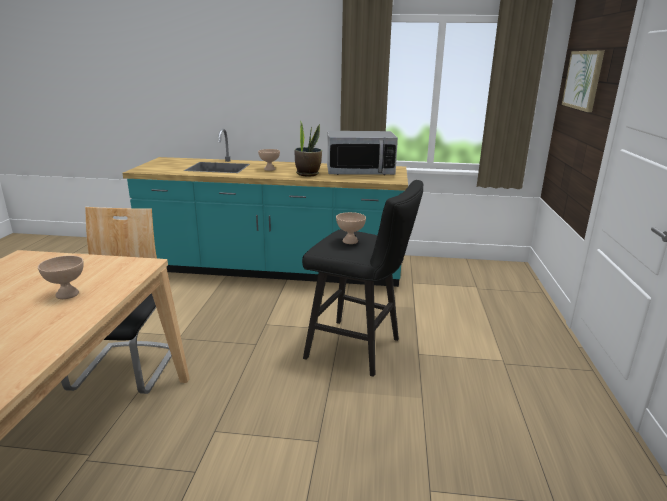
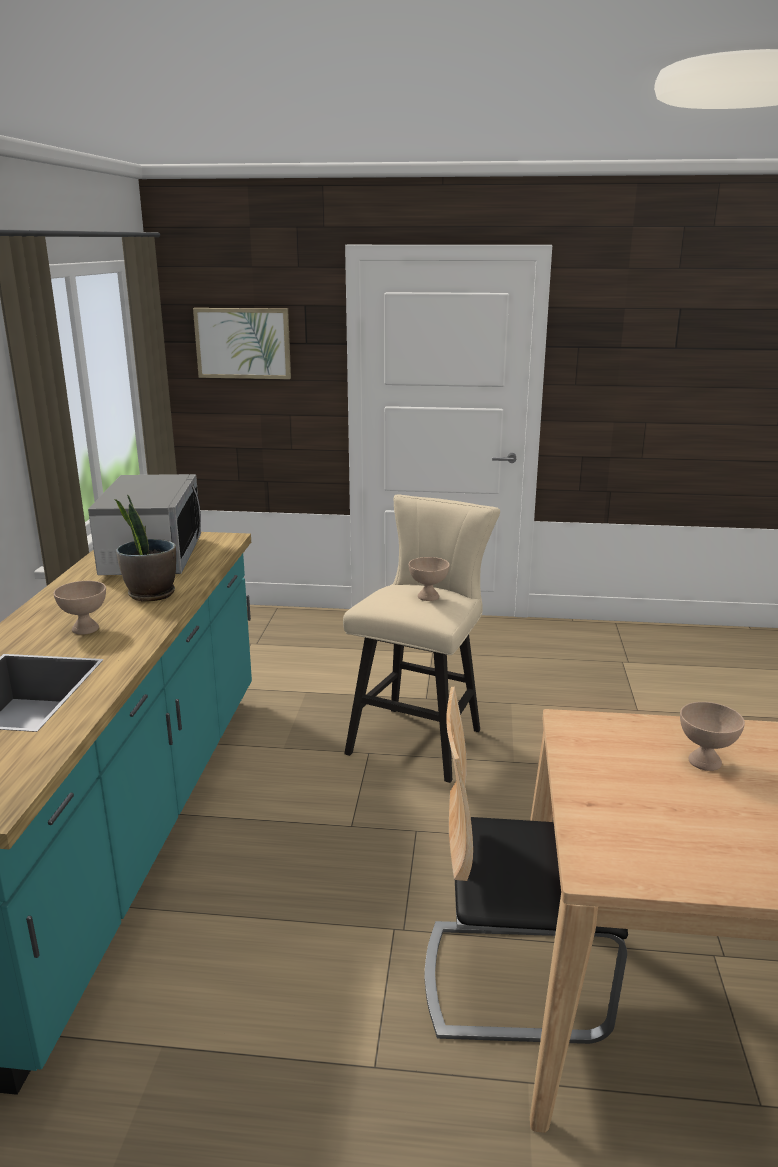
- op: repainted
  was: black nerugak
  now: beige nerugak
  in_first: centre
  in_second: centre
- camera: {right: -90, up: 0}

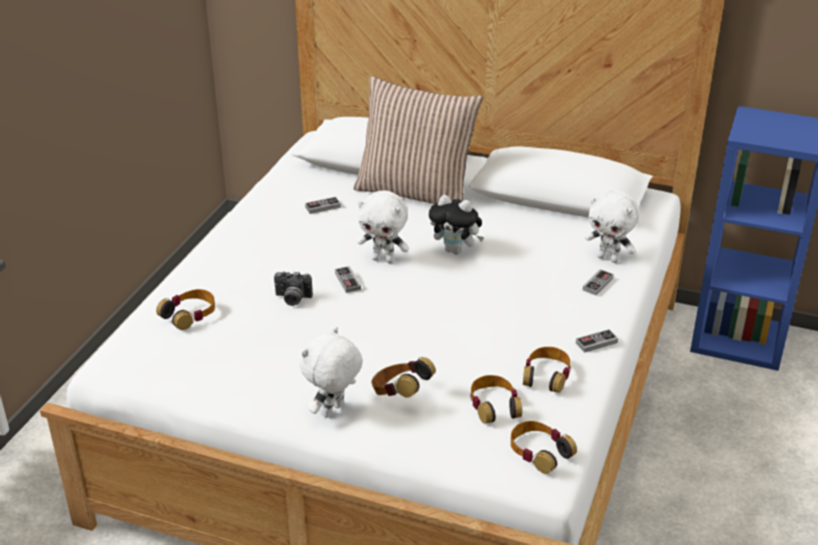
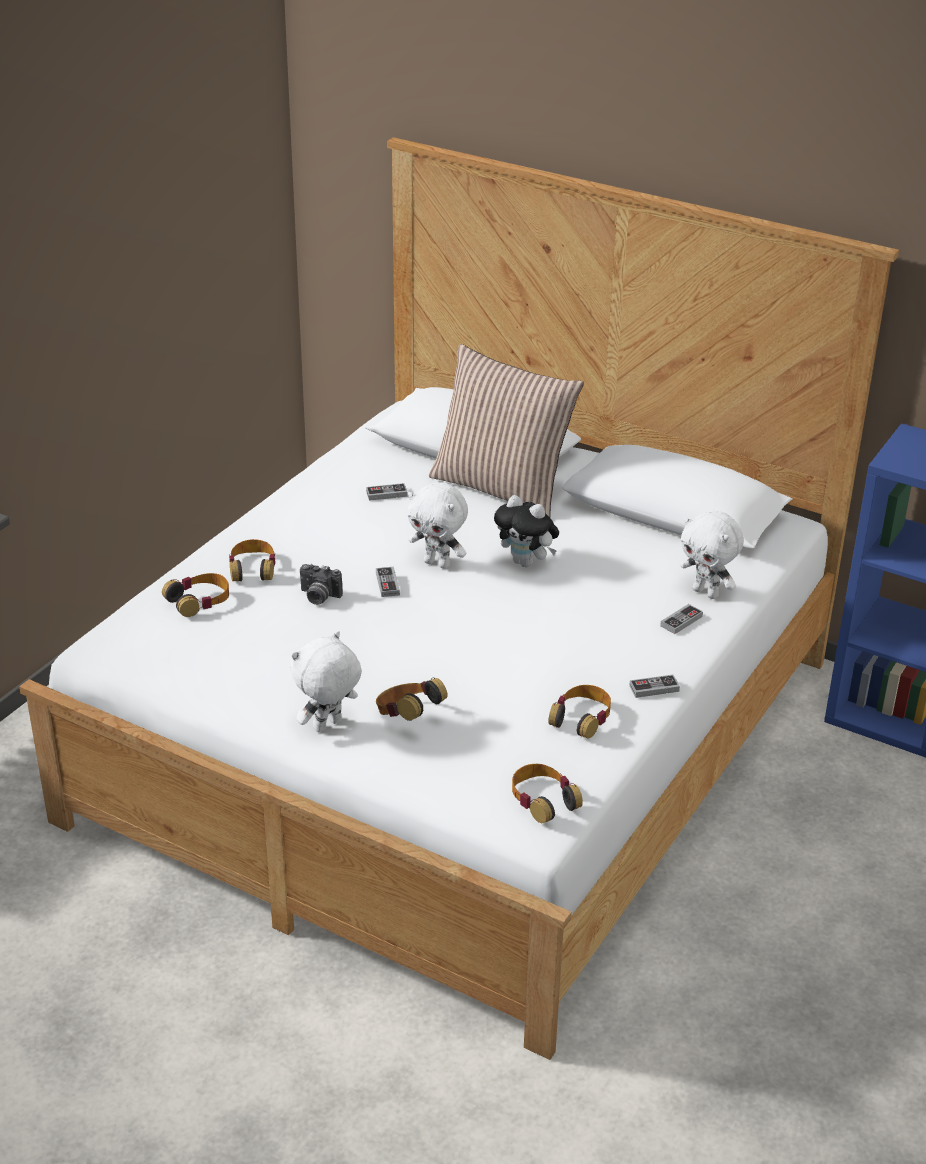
- op: shifted
  was: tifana (no. 3 from left in the first image)
  now: tifana (no. 2 from left)
  in_first: bottom centre
  in_second: middle left
- camera: {right: 10, up: 0}

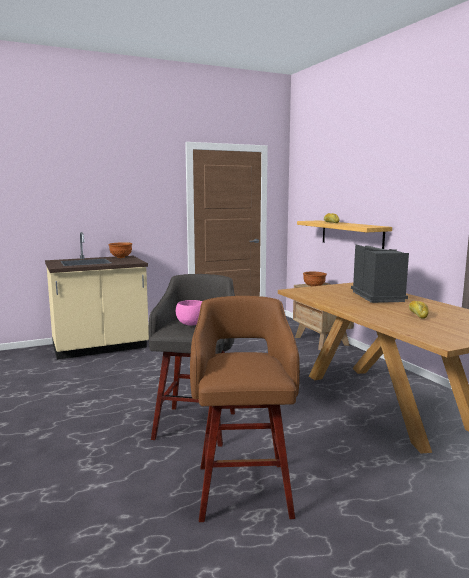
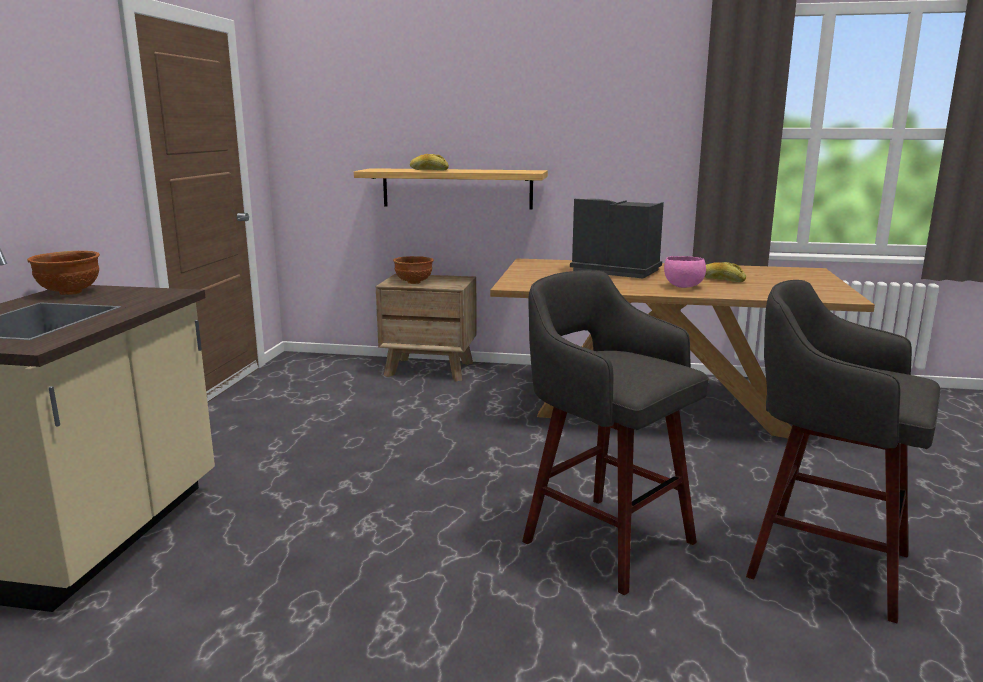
- op: shifted
  was: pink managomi
  in_first: centre
  in_second: middle right
- op: repainted
  was: brown nerugak
  now: grey nerugak (no. 2 from left)
  in_first: bottom centre
  in_second: middle right
- camera: {right: -55, up: 5}

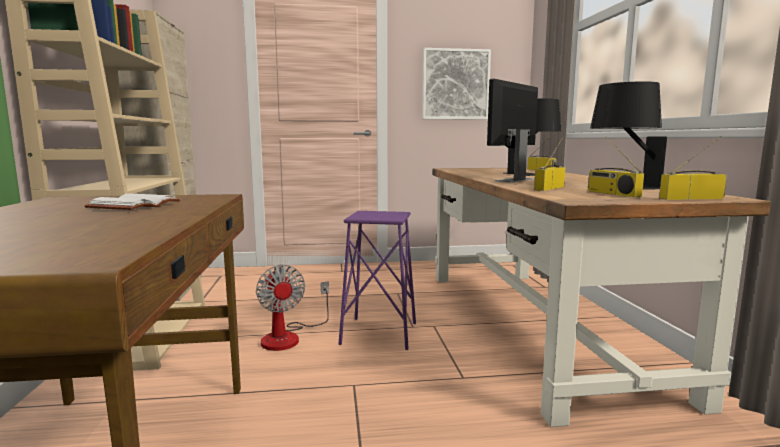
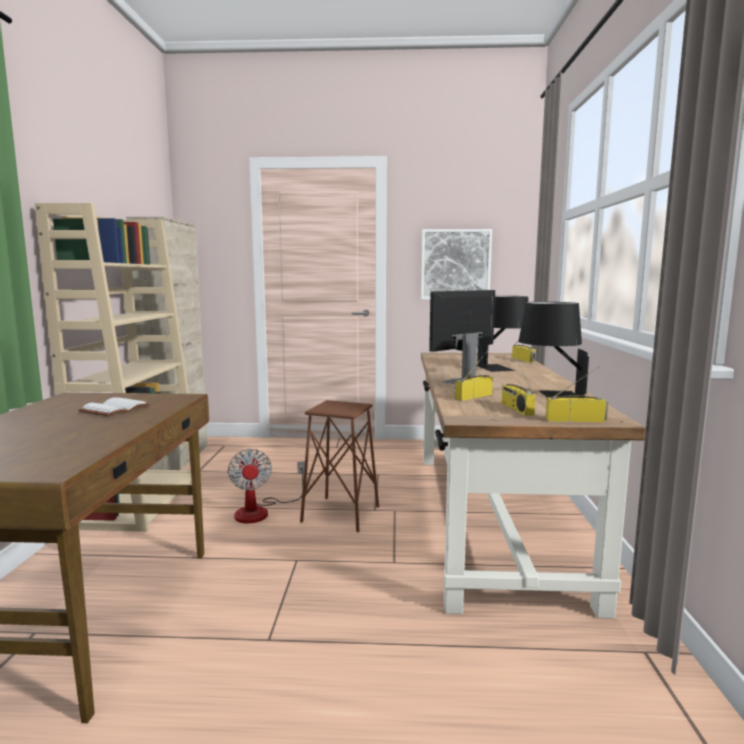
- op: repainted
  was: purple nerugak
  now: brown nerugak
  in_first: centre
  in_second: centre
- camera: {right: 10, up: 0}

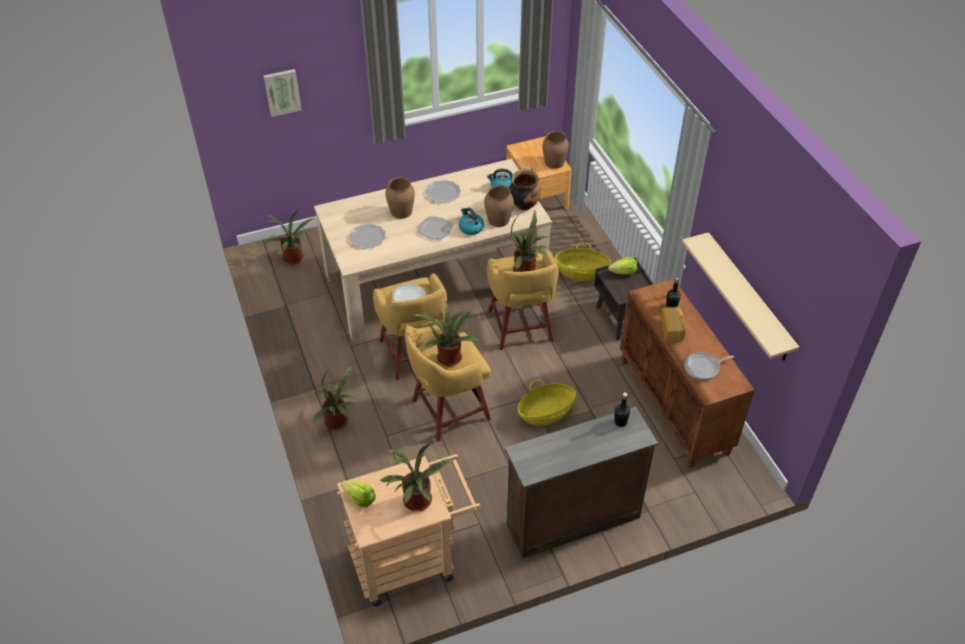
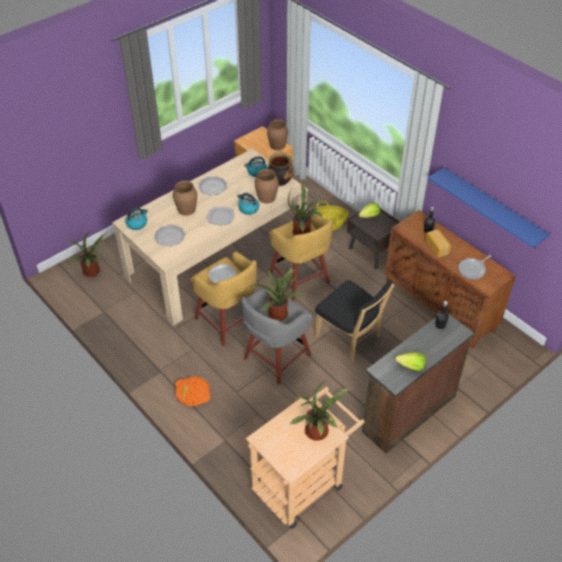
- op: gone
  was: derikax
  in_first: top left
- op: swapped
  was: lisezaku (no. 2 from left)
  now: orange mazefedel
  in_first: centre
  in_second: bottom centre
- op: shifted
  was: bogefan (no. 1 from left in the first image)
  now: bogefan (no. 2 from left)
  in_first: bottom centre
  in_second: middle right
- op: repainted
  was: yellow nerugak (no. 2 from left)
  now: grey nerugak
  in_first: centre
  in_second: centre
- op: swapped
  was: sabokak (no. 1 from left)
  now: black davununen
  in_first: centre
  in_second: centre
- op: repainted
  was: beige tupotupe
  now: blue tupotupe
  in_first: middle right
  in_second: middle right
- op: new
  now: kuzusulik (no. 1 from left)
  in_second: middle left
- camera: {right: -20, up: 0}

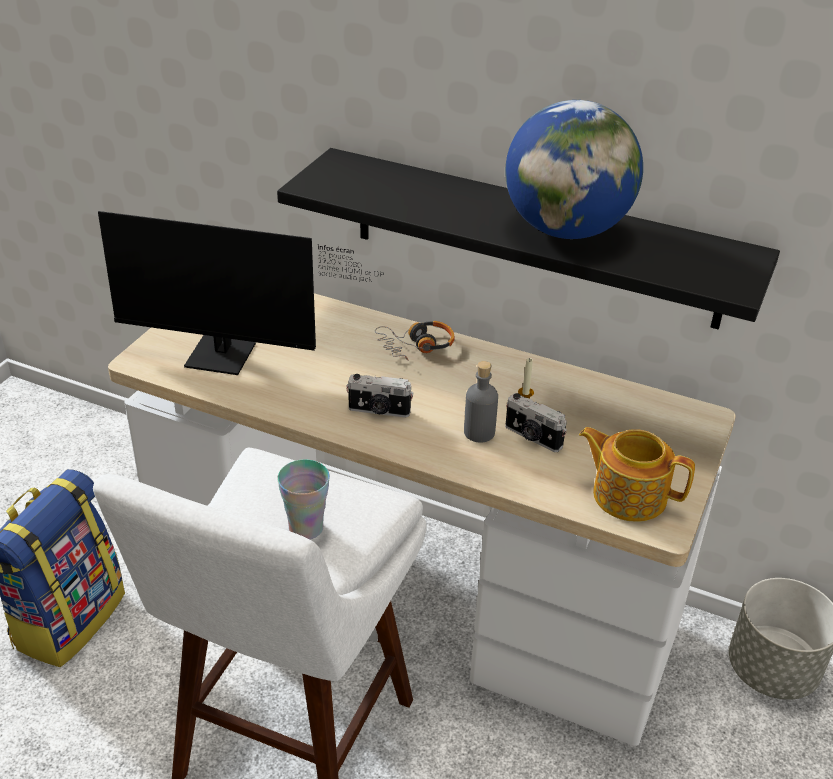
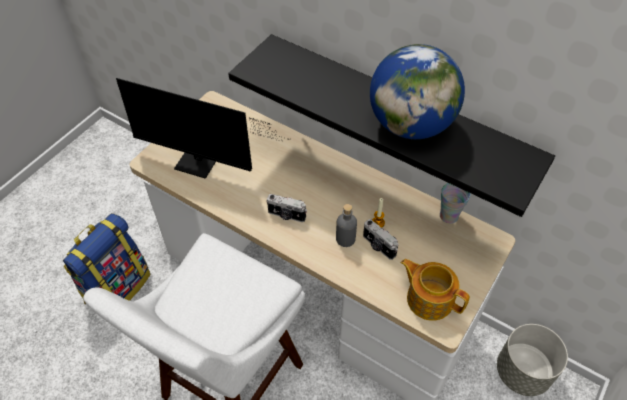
- op: shifted
  was: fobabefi
  in_first: centre
  in_second: middle right
- op: gone
  was: tifana
  in_first: centre
- camera: {right: 10, up: 15}

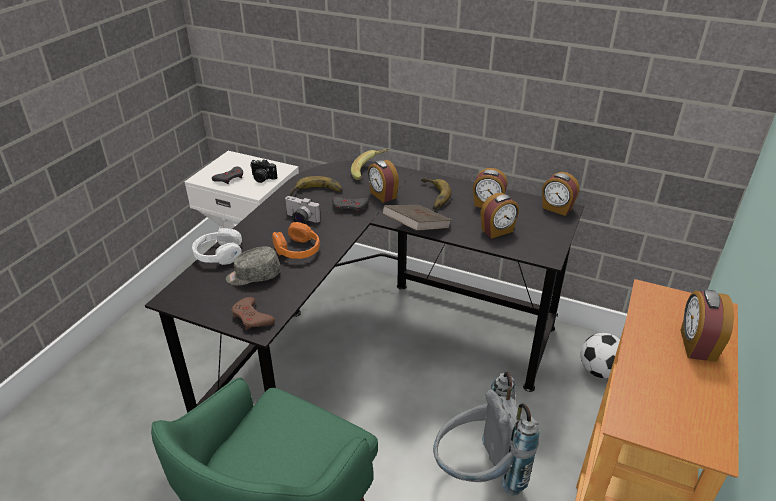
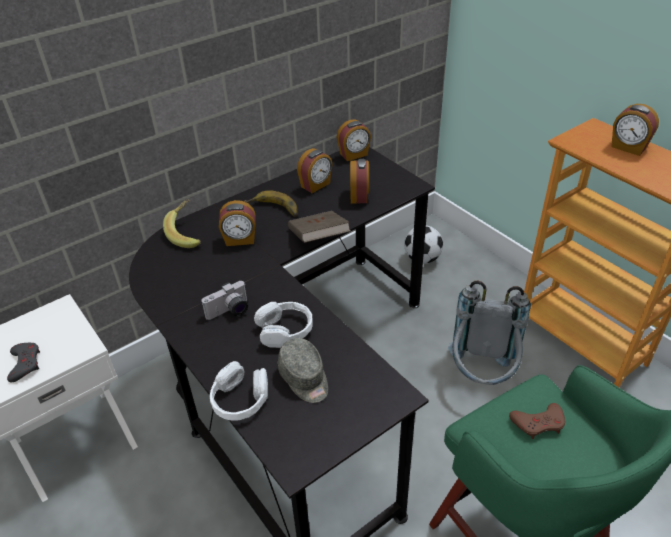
- op: rotated
  was: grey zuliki
  in_first: middle left
  in_second: bottom centre
  clockwise: -45
- op: shifted
  was: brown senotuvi
  in_first: middle left
  in_second: bottom right
- op: gone
  was: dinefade (no. 1 from left)
  in_first: centre
- op: repainted
  was: orange tifana
  now: white tifana (no. 2 from left)
  in_first: centre
  in_second: centre
- op: gone
  was: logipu (no. 1 from left)
  in_first: centre
- op: gone
  was: grey senotuvi (no. 2 from left)
  in_first: centre
- camera: {right: -60, up: 5}

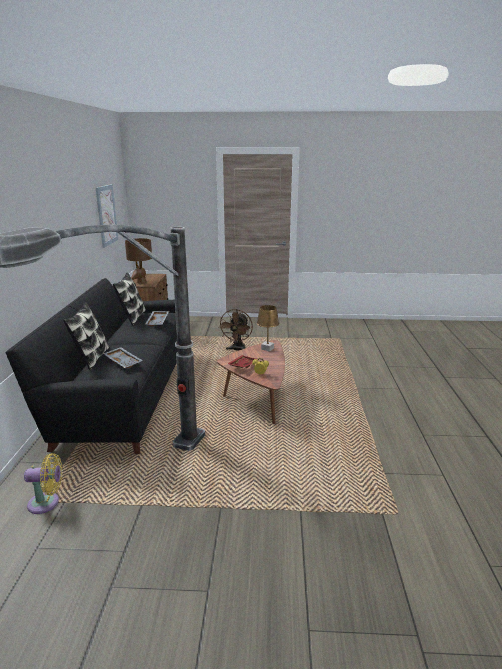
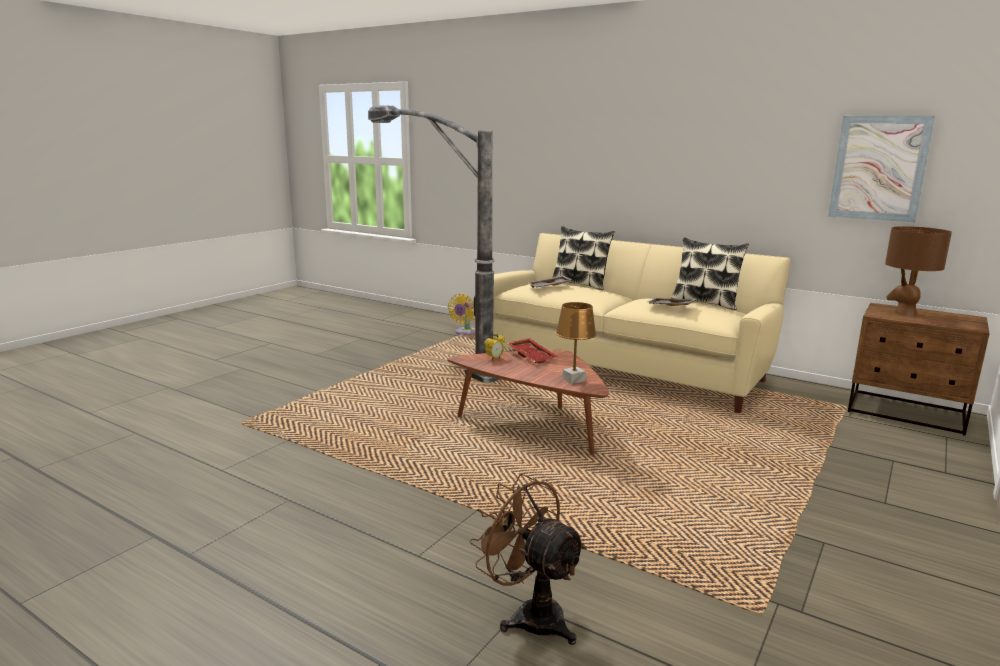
- op: repainted
  was: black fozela
  now: beige fozela
  in_first: middle left
  in_second: centre
- op: shifted
  was: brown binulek
  in_first: centre
  in_second: bottom centre
- camera: {right: 120, up: -5}

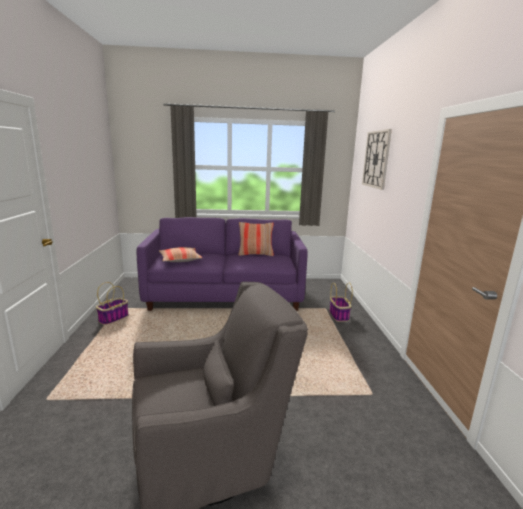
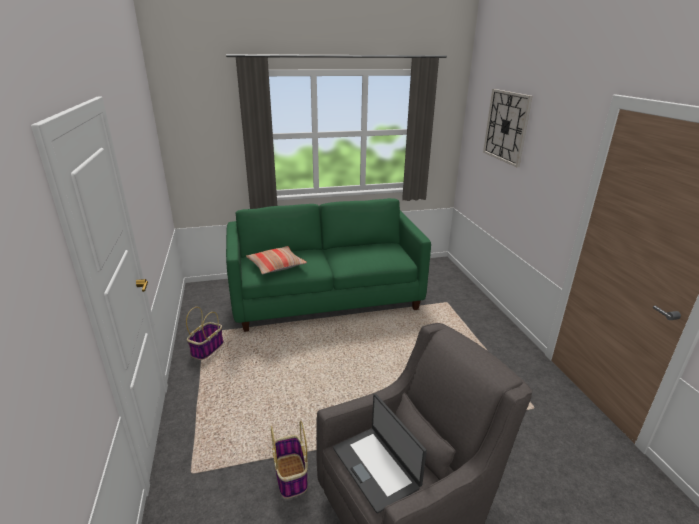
- op: repainted
  was: purple fozela
  now: green fozela
  in_first: centre
  in_second: centre
- op: gone
  was: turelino (no. 2 from left)
  in_first: centre
- op: shifted
  was: sabokak (no. 2 from left)
  in_first: centre
  in_second: bottom centre
- op: new
  now: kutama
  in_second: bottom centre
- camera: {right: -10, up: 10}

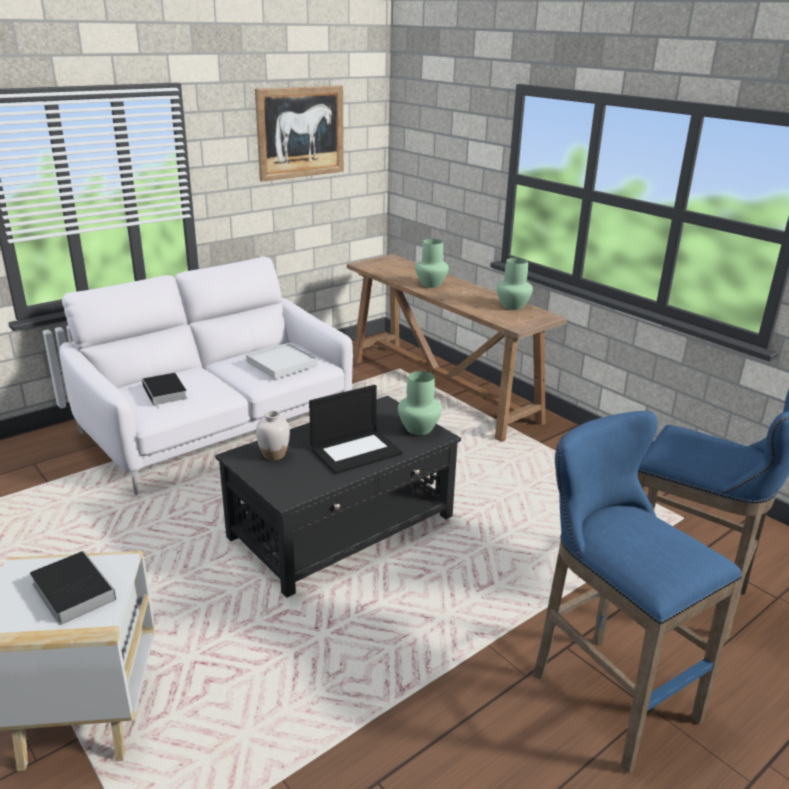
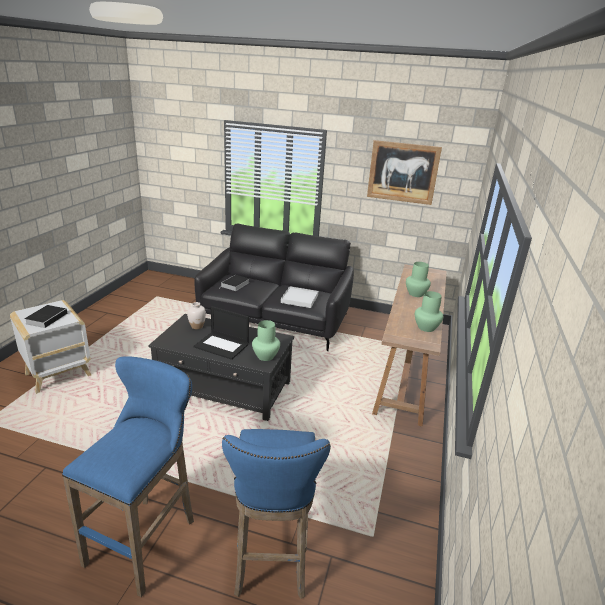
- op: repainted
  was: white fozela
  now: black fozela
  in_first: middle left
  in_second: centre
- camera: {right: 55, up: 0}

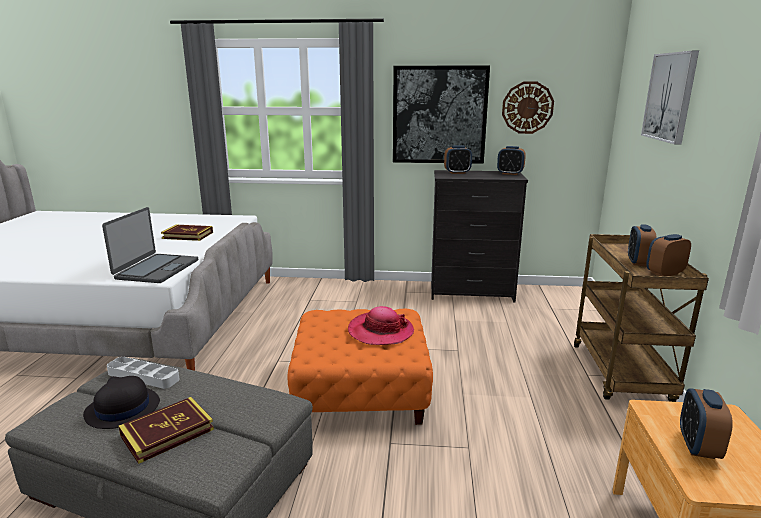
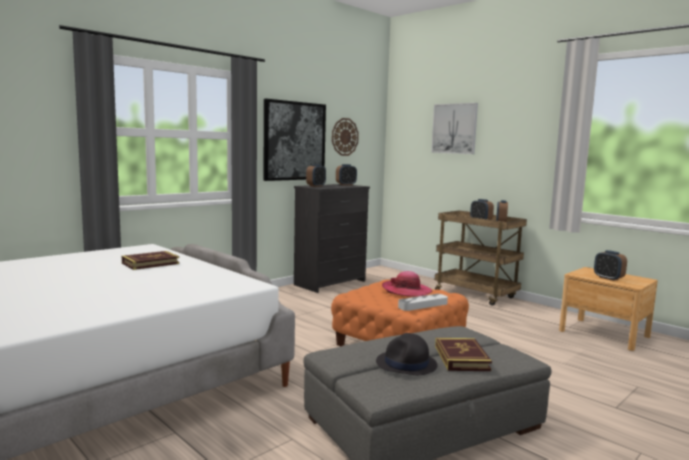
- op: gone
  was: kutama
  in_first: middle left
- op: shifted
  was: grey mazefedel
  in_first: bottom left
  in_second: centre
- camera: {right: -50, up: -10}

